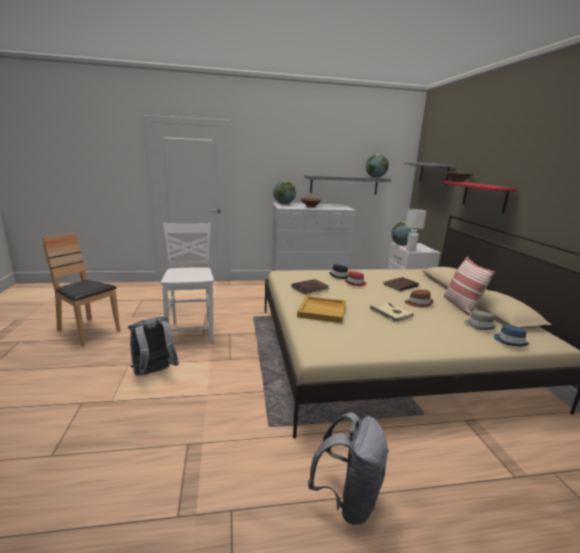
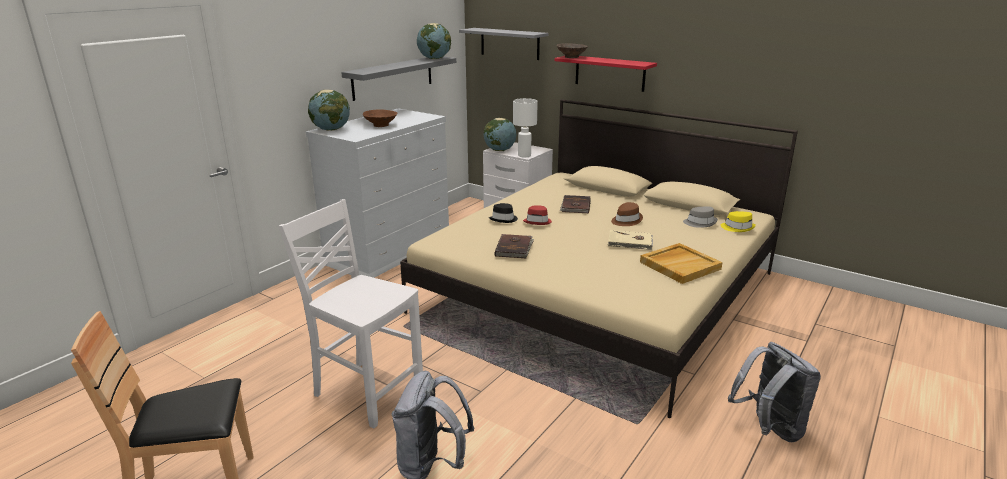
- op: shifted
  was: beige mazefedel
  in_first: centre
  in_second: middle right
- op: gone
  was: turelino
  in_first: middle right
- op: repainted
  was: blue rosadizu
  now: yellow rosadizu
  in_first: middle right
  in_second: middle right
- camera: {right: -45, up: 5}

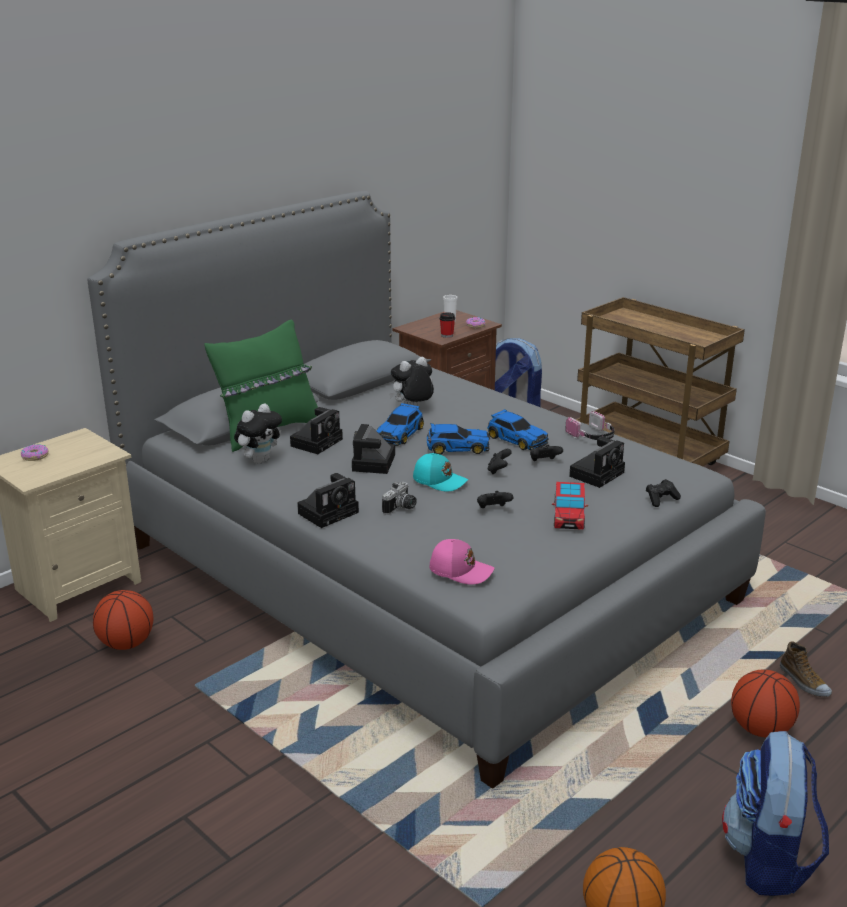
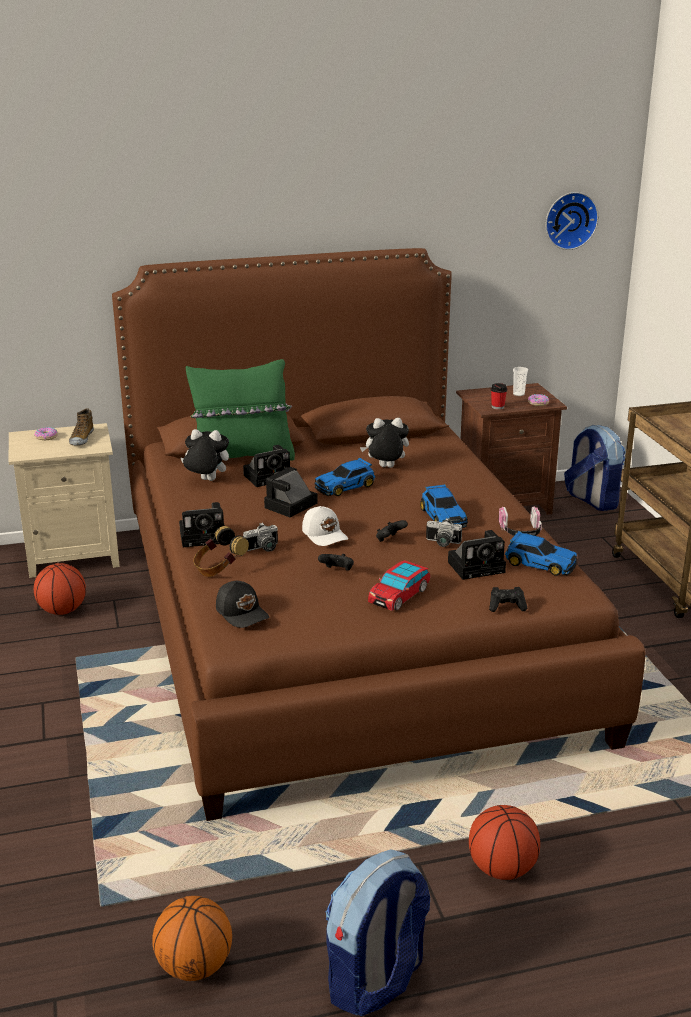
- op: repainted
  was: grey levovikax
  now: brown levovikax
  in_first: centre
  in_second: centre
- op: rotated
  was: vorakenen (no. 1 from left)
  in_first: middle left
  in_second: middle left
  clockwise: -150
- op: repainted
  was: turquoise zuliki
  now: white zuliki
  in_first: centre
  in_second: centre
- op: shifted
  was: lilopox (no. 2 from left in the first image)
  now: lilopox (no. 4 from left)
  in_first: centre
  in_second: middle right
- op: repainted
  was: pink zuliki
  now: black zuliki
  in_first: centre
  in_second: centre
- op: swapped
  was: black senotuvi (no. 3 from left)
  now: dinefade (no. 5 from left)
  in_first: centre
  in_second: centre
- op: shifted
  was: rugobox
  in_first: bottom right
  in_second: middle left
- op: new
  now: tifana (no. 1 from left)
  in_second: middle left
- op: new
  now: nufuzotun
  in_second: top right
- camera: {right: 30, up: 0}

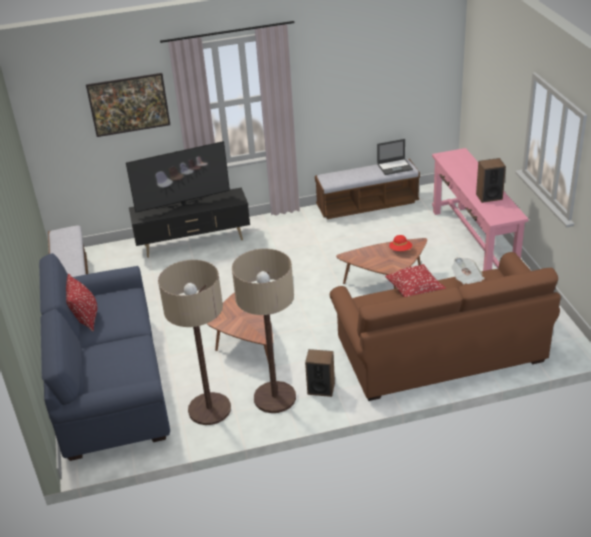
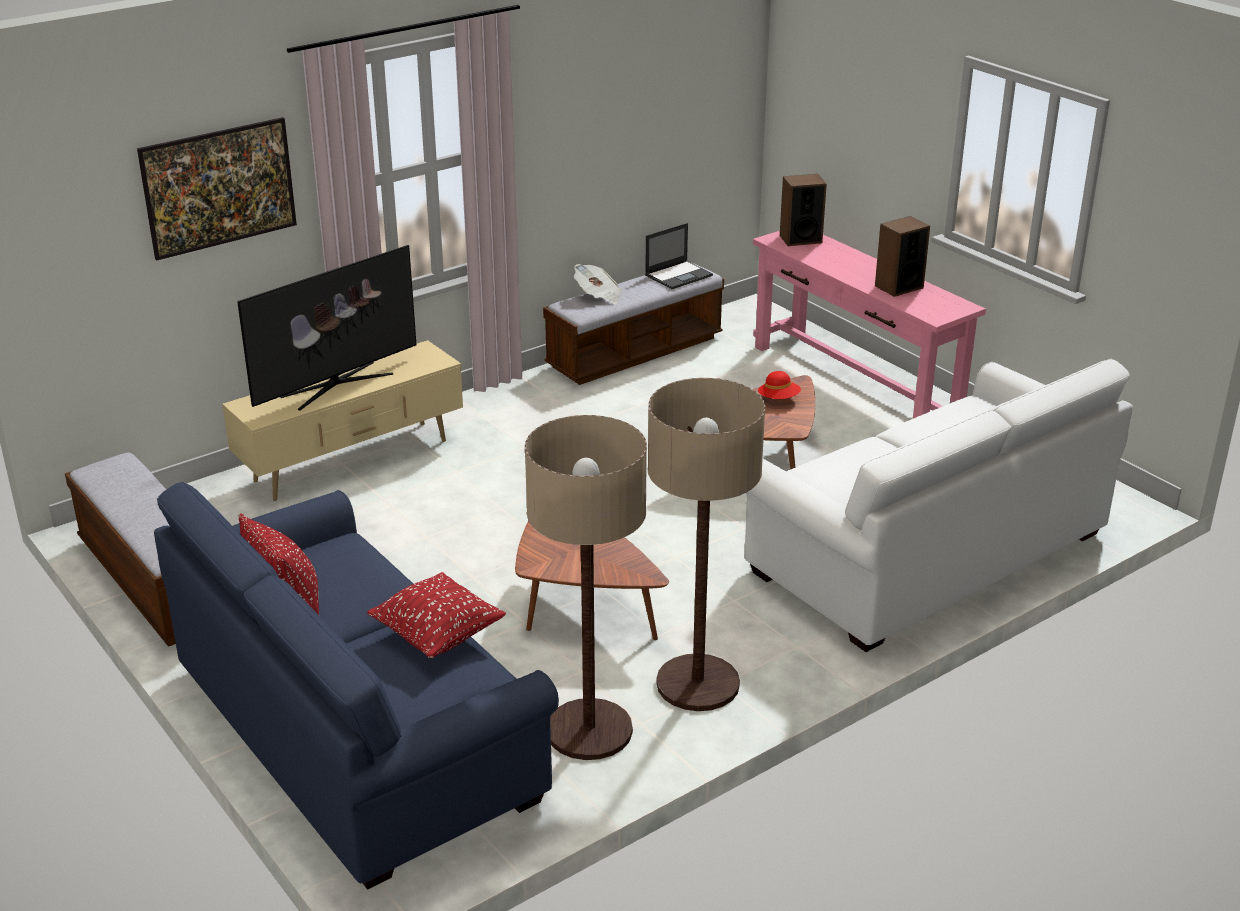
- op: repainted
  was: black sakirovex
  now: beige sakirovex
  in_first: middle left
  in_second: middle left
- op: shifted
  was: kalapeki (no. 1 from left)
  in_first: bottom centre
  in_second: top centre
- op: repainted
  was: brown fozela
  now: white fozela
  in_first: middle right
  in_second: middle right
- op: shifted
  was: red turelino (no. 2 from left)
  in_first: middle right
  in_second: bottom centre
- op: shifted
  was: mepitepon
  in_first: middle right
  in_second: top centre
- camera: {right: -25, up: -5}

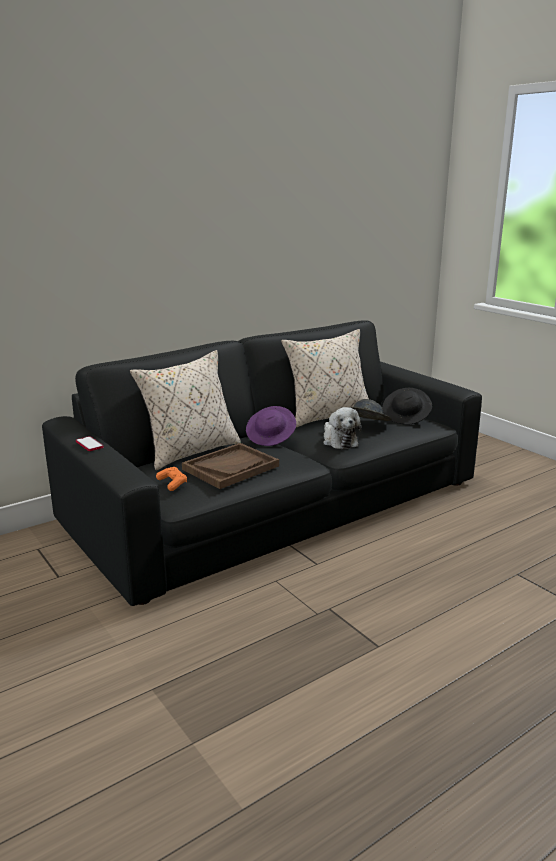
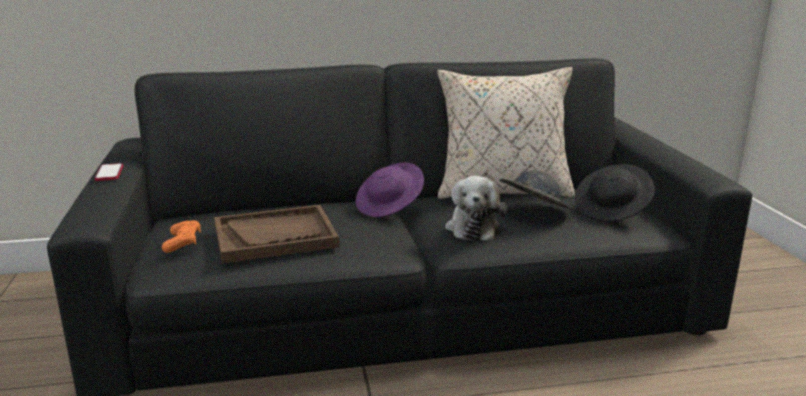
- op: gone
  was: beige turelino (no. 1 from left)
  in_first: middle left
- camera: {right: 25, up: 0}

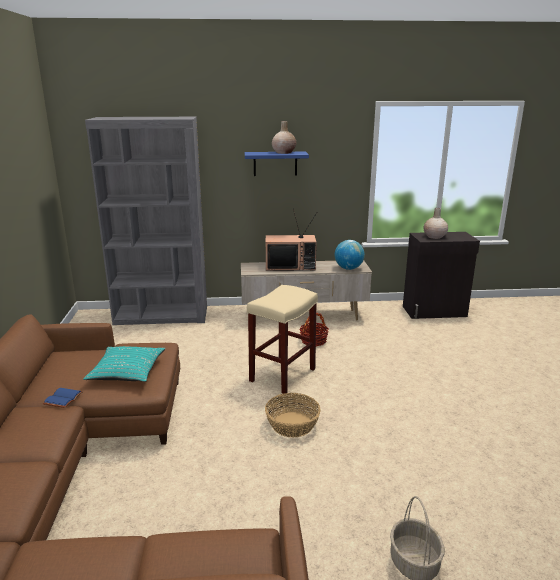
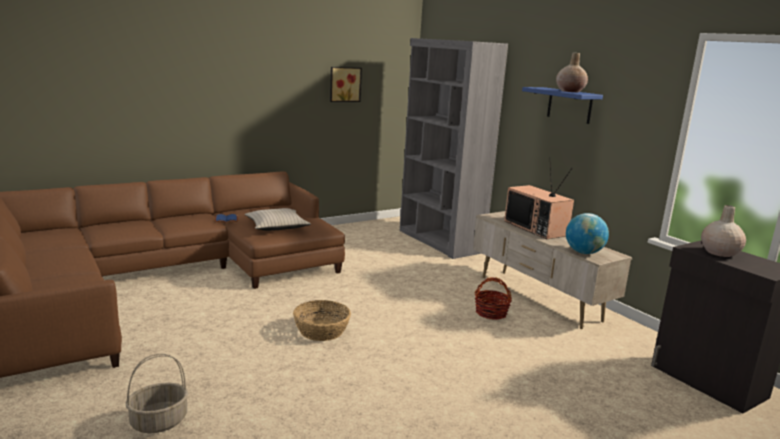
- op: repainted
  was: turquoise turelino
  now: beige turelino
  in_first: middle left
  in_second: centre
- op: gone
  was: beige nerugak
  in_first: centre
- op: new
  now: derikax
  in_second: top centre
- camera: {right: 60, up: -5}

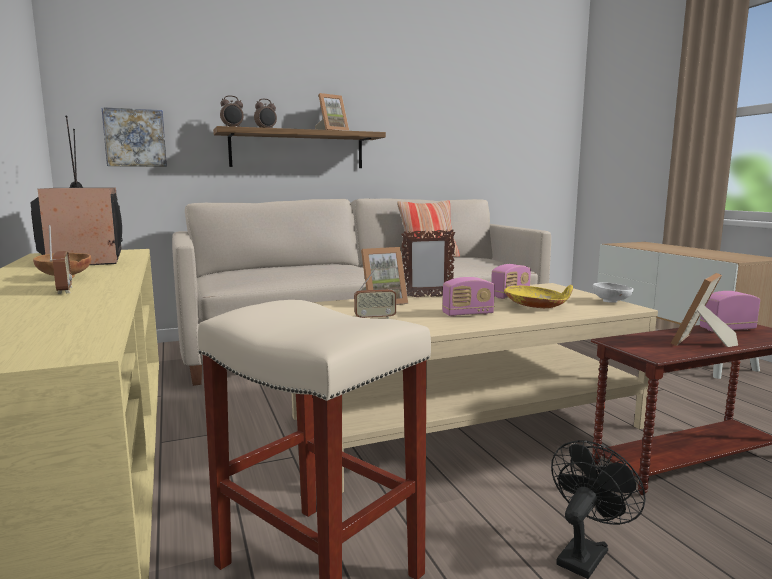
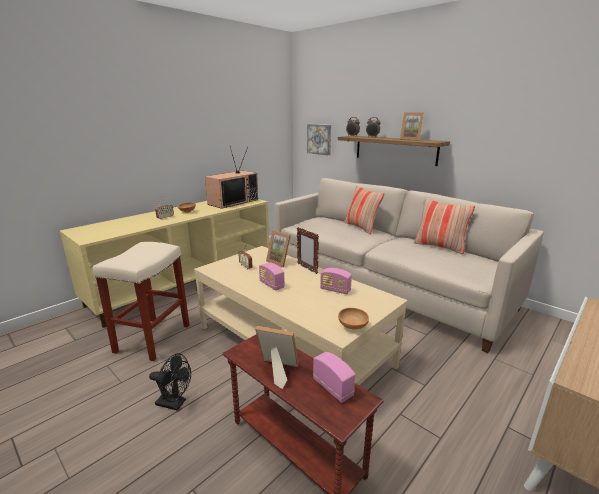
- op: gone
  was: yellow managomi
  in_first: middle right
- op: repainted
  was: white managomi
  now: brown managomi (no. 2 from left)
  in_first: middle right
  in_second: centre
- op: new
  now: turelino (no. 1 from left)
  in_second: centre
- camera: {right: 65, up: 10}

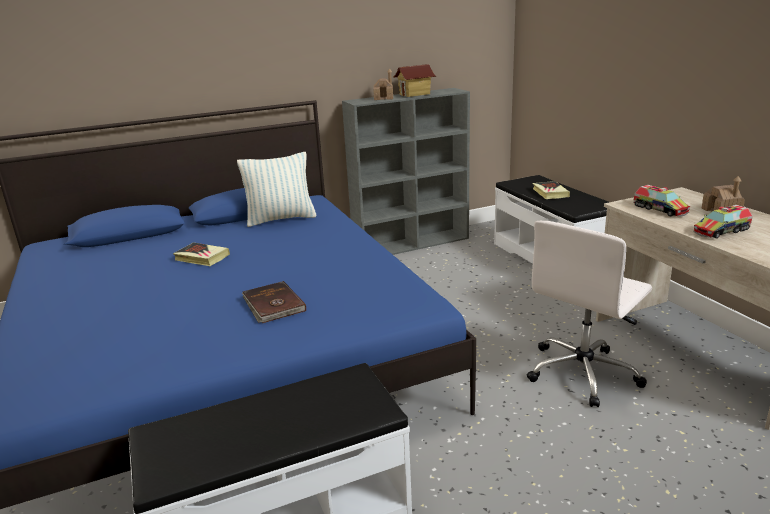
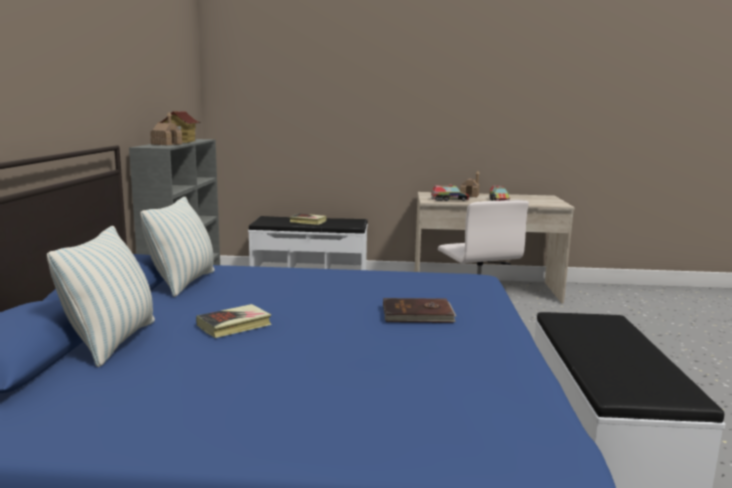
- op: new
  now: turelino (no. 1 from left)
  in_second: middle left
- camera: {right: -65, up: -10}

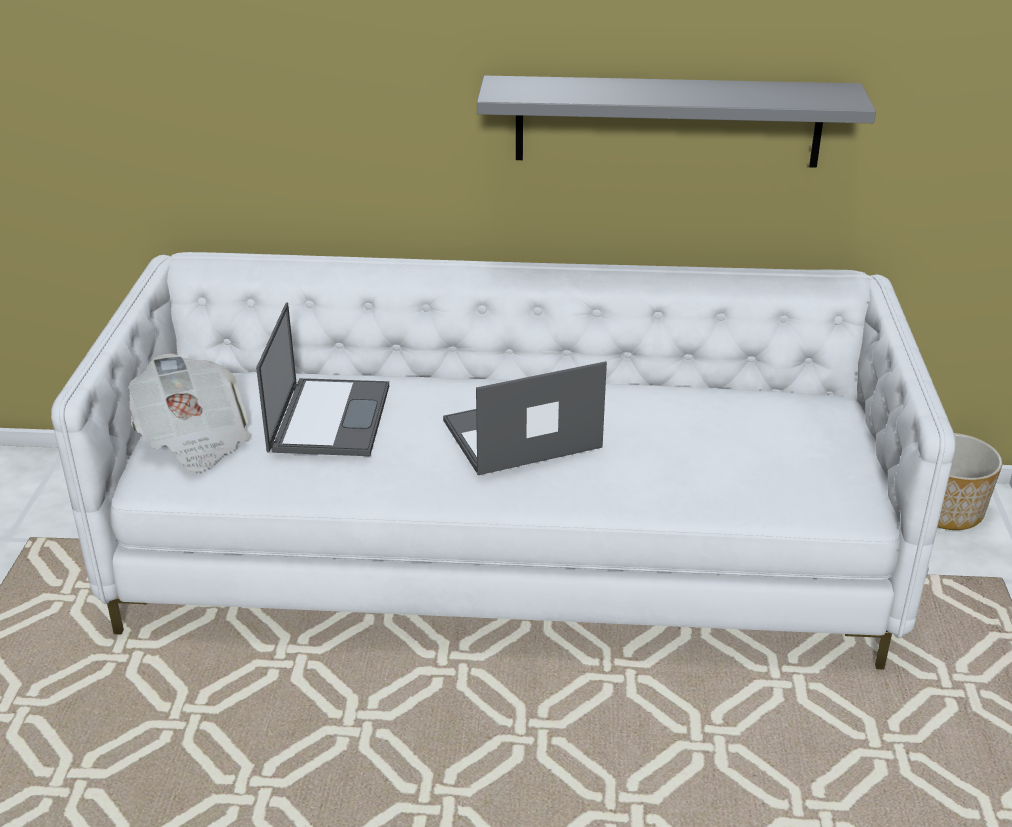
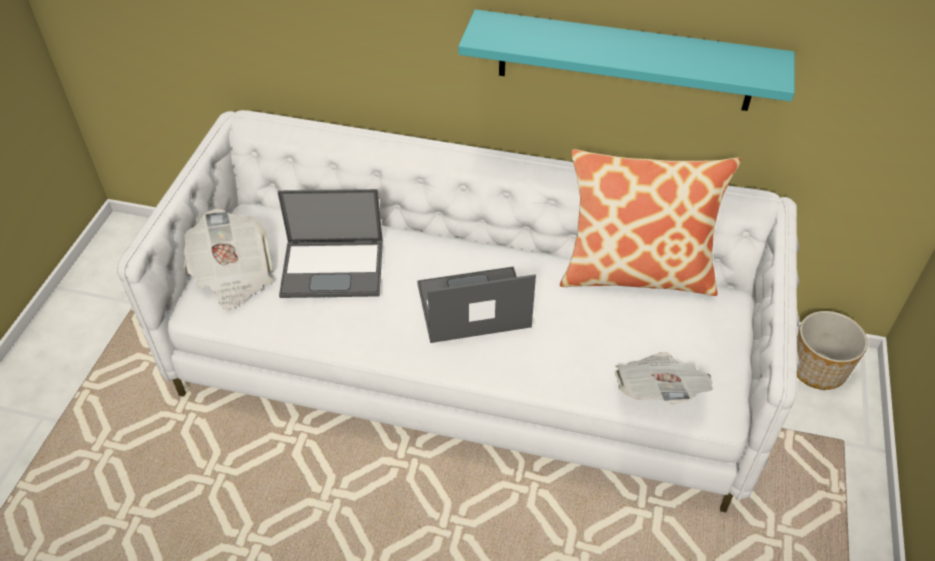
- op: rotated
  was: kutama (no. 1 from left)
  in_first: middle left
  in_second: centre
  clockwise: 75
- op: repainted
  was: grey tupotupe
  now: turquoise tupotupe
  in_first: top right
  in_second: top right
- op: new
  now: turelino
  in_second: middle right
- op: new
  now: mepitepon (no. 2 from left)
  in_second: bottom right
- camera: {right: 10, up: 15}

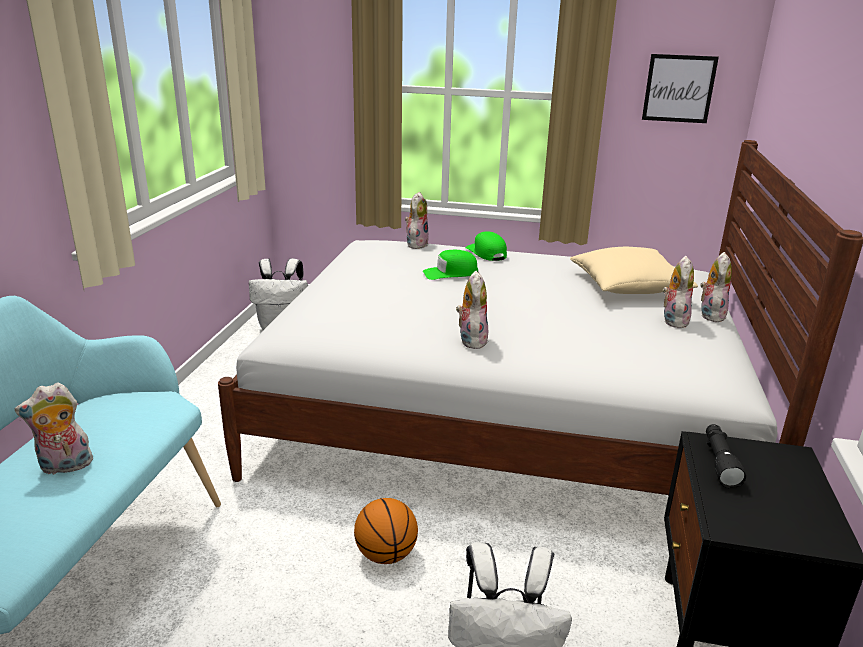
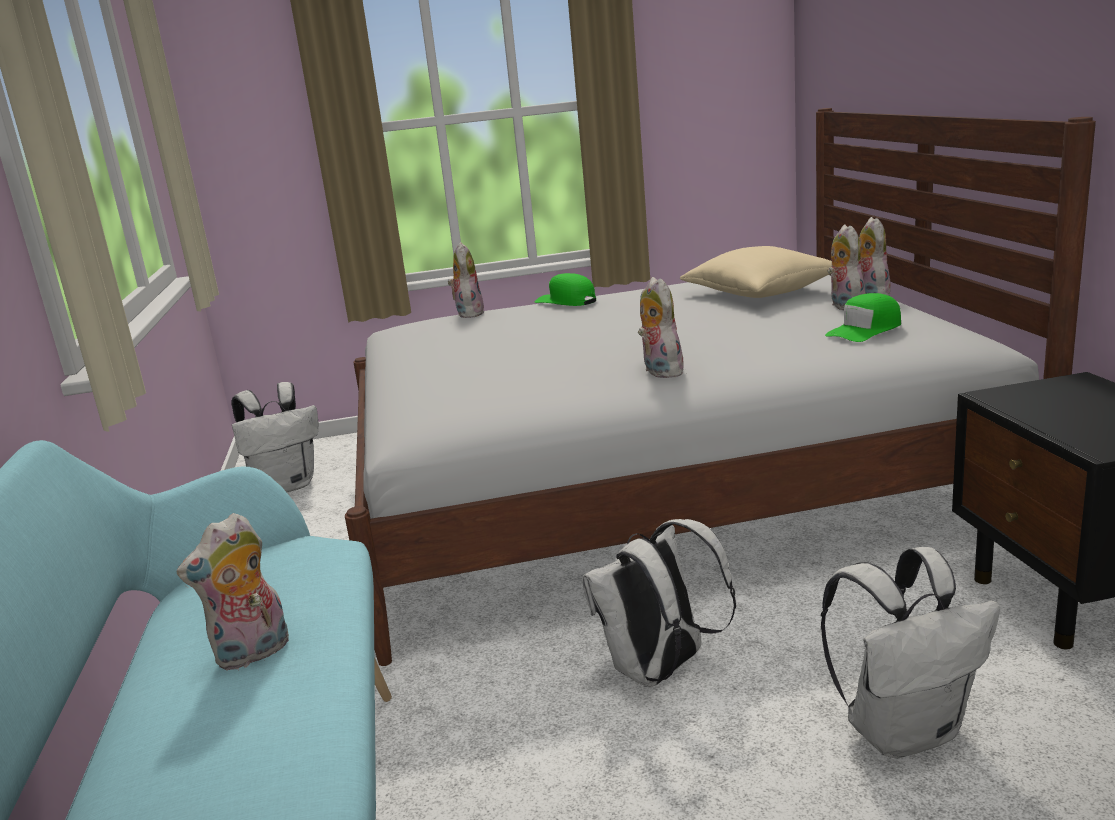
- op: swapped
  was: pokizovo
  now: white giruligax (no. 2 from left)
  in_first: bottom centre
  in_second: bottom centre
- op: shifted
  was: green zuliki (no. 1 from left in the first image)
  now: green zuliki (no. 2 from left)
  in_first: centre
  in_second: middle right
- op: gone
  was: derikax
  in_first: top right
- op: gone
  was: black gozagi
  in_first: bottom right
- camera: {right: -20, up: -5}

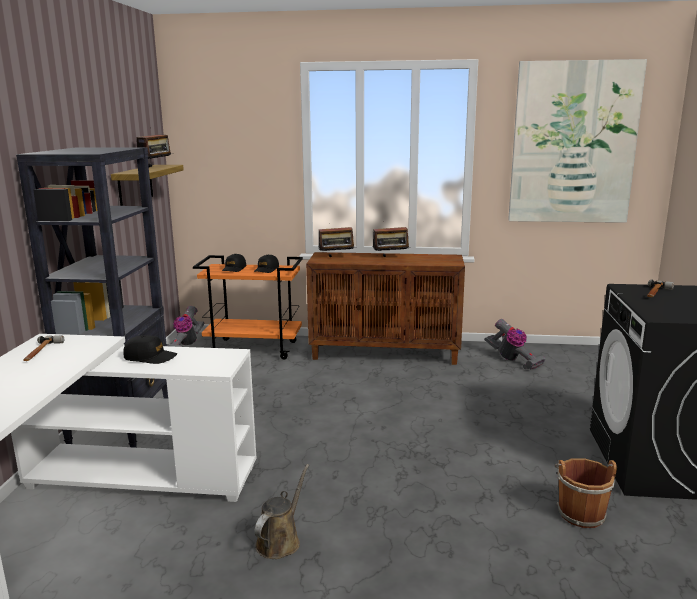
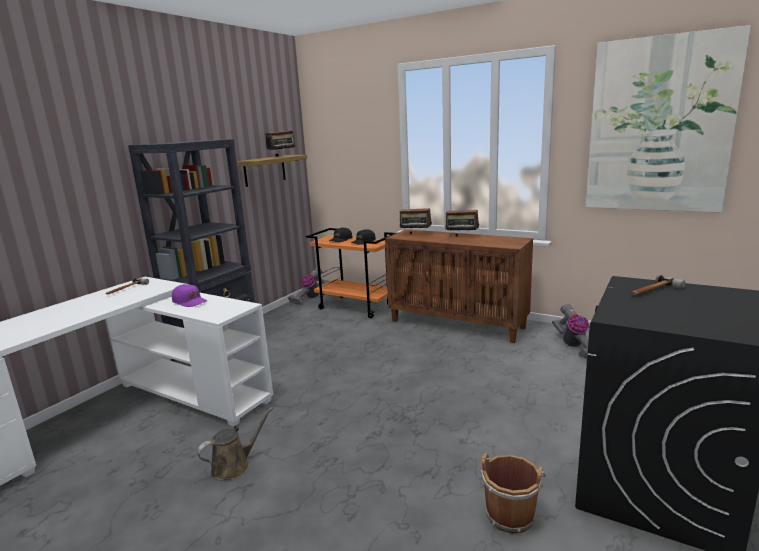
- op: repainted
  was: black zuliki (no. 1 from left)
  now: purple zuliki
  in_first: middle left
  in_second: middle left
- camera: {right: 25, up: 0}

